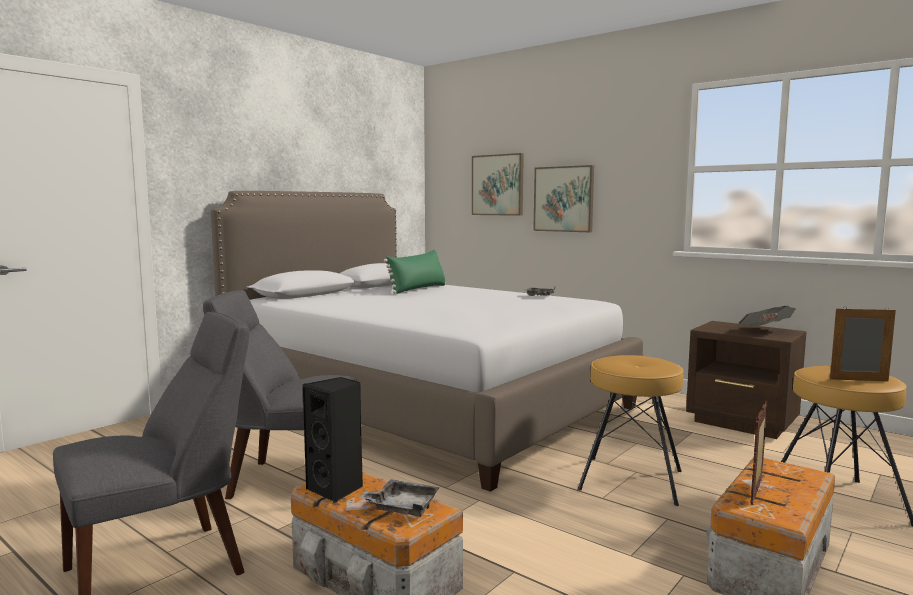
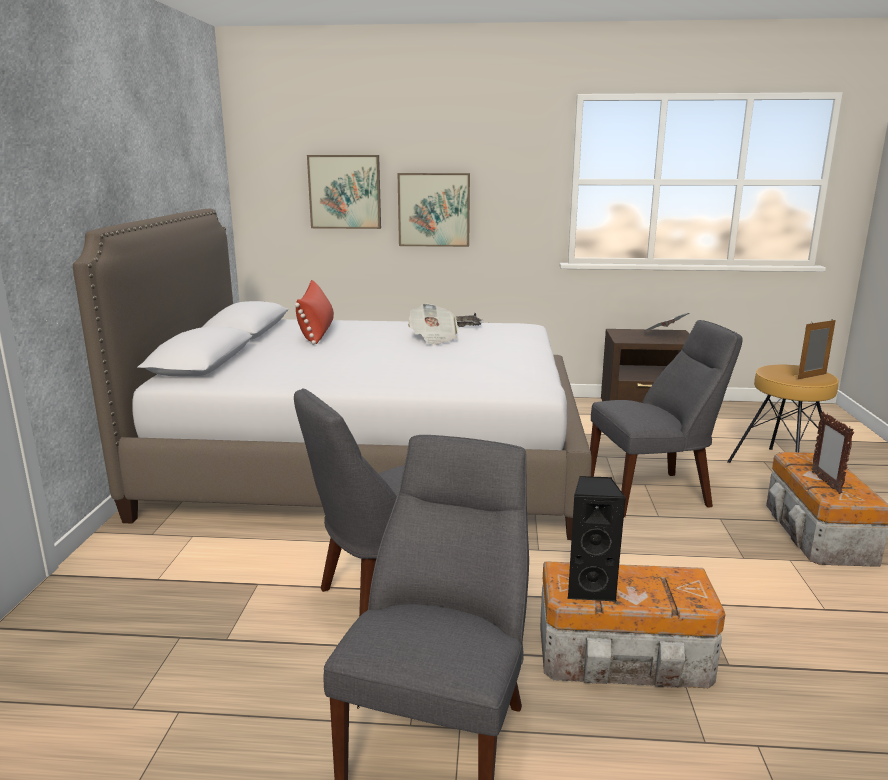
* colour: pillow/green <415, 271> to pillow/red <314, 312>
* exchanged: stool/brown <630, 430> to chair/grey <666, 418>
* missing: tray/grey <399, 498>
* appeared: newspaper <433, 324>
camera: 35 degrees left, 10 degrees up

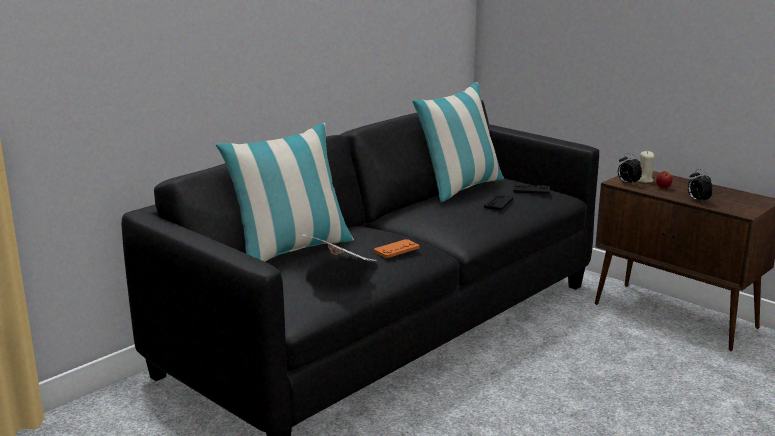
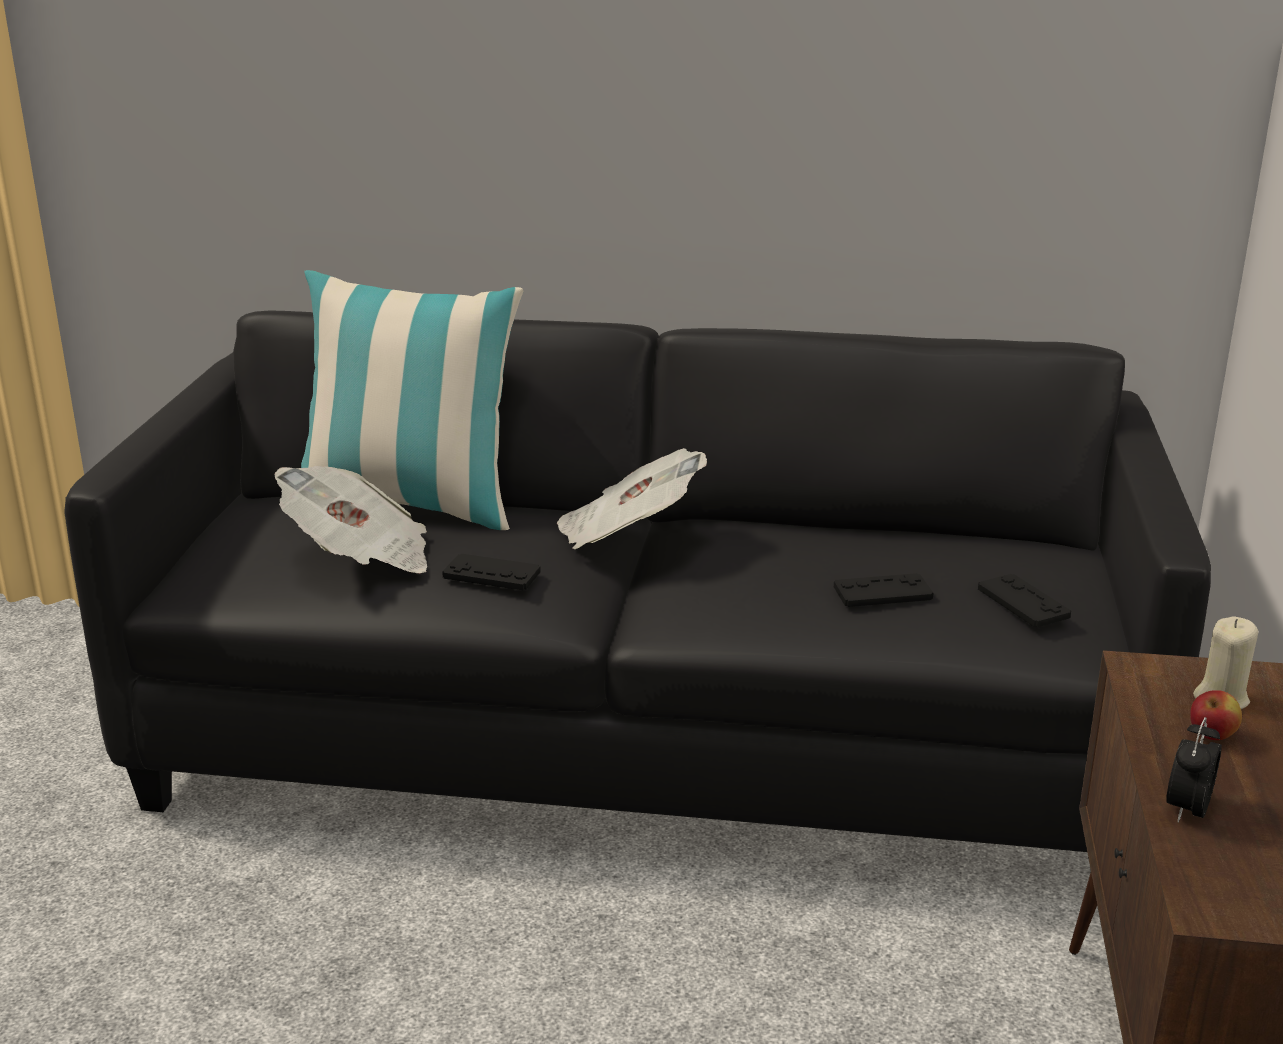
* missing: pillow <458, 142>
* missing: alarm clock <630, 169>
* colour: game controller/orange <397, 248> to game controller/black <491, 572>
* appeared: newspaper <632, 498>
camera: 55 degrees right, 5 degrees up

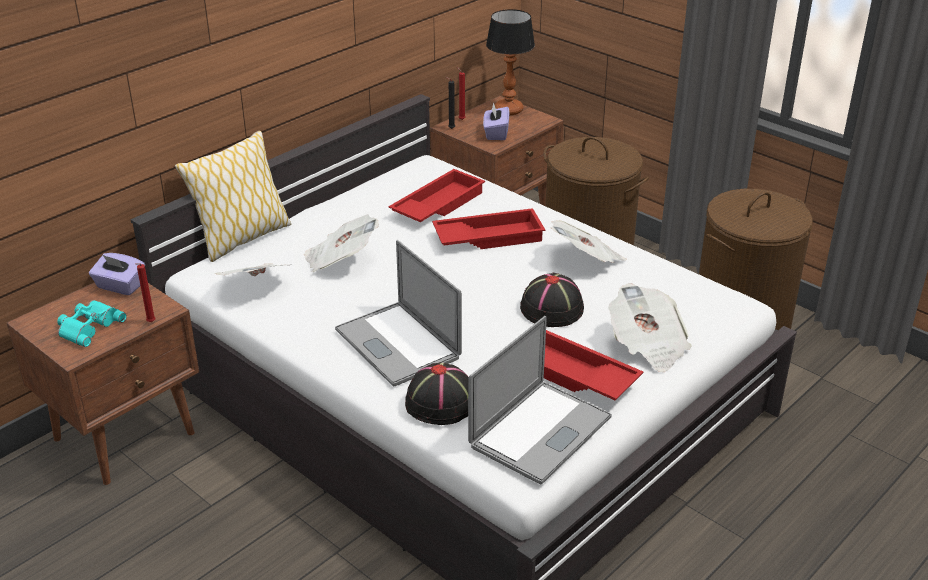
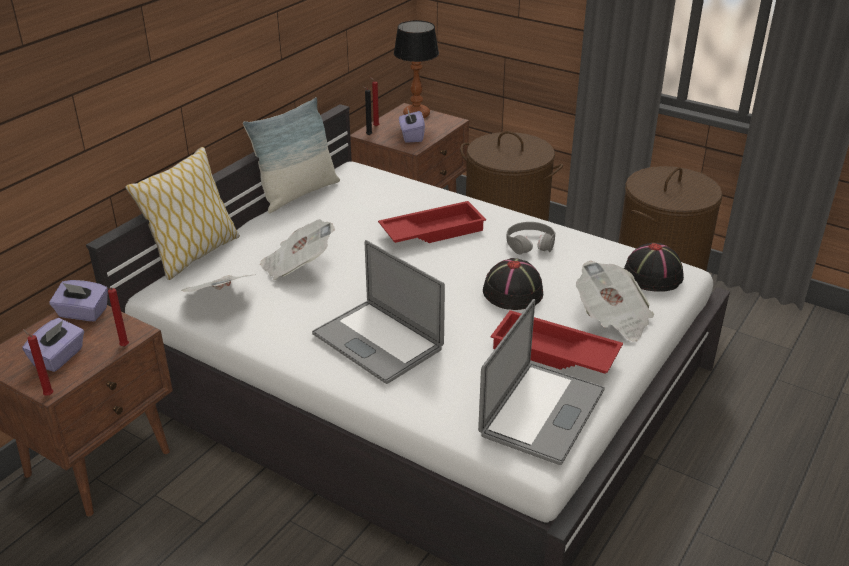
* missing: tray/red <436, 195>
* exchanged: newspaper <588, 241> to headphones/grey <530, 238>
* exchanged: binoculars/turquoise <92, 323> to tissue box/purple <53, 345>
* relocated: hat/black <437, 394> to <654, 267>
* appeared: pillow <291, 155>
* appeared: candle/red <37, 362>
camera: 10 degrees left, 0 degrees up

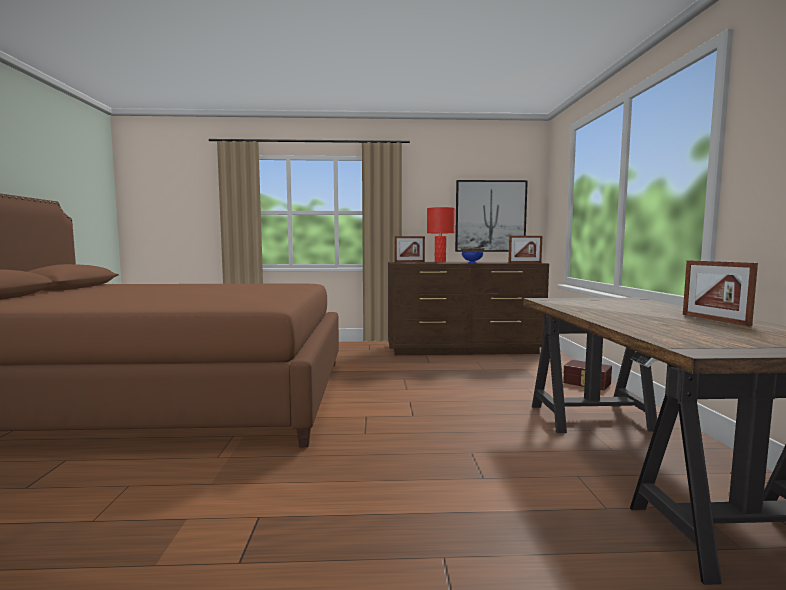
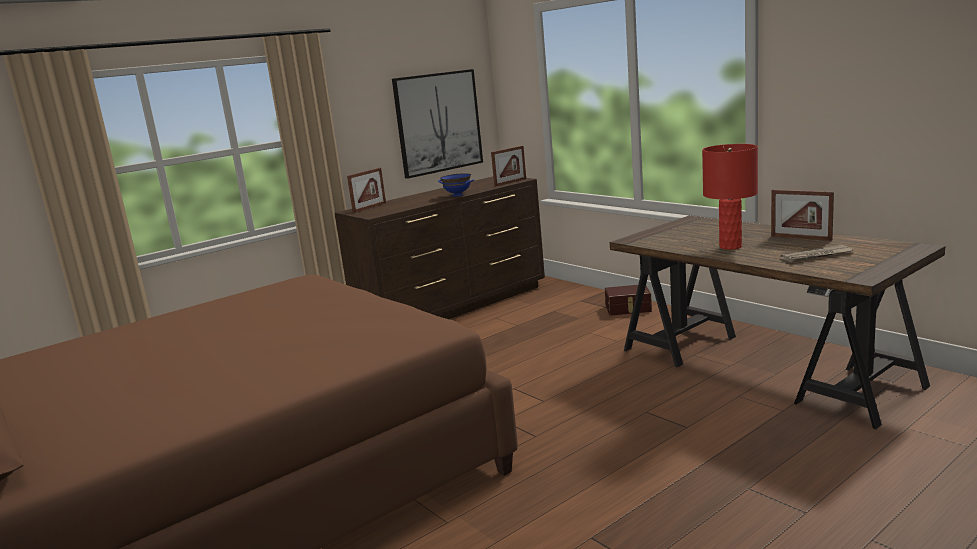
* relocated: table lamp/red <441, 234> to <730, 197>
* appeared: newspaper <816, 253>
camera: 35 degrees left, 10 degrees up

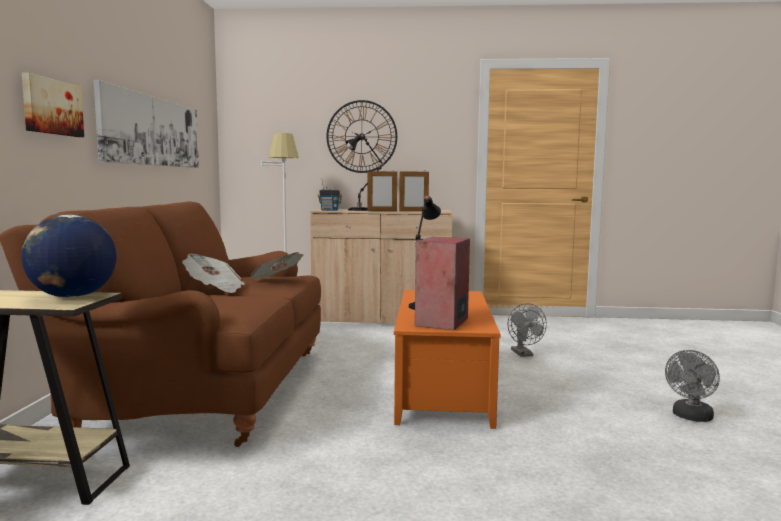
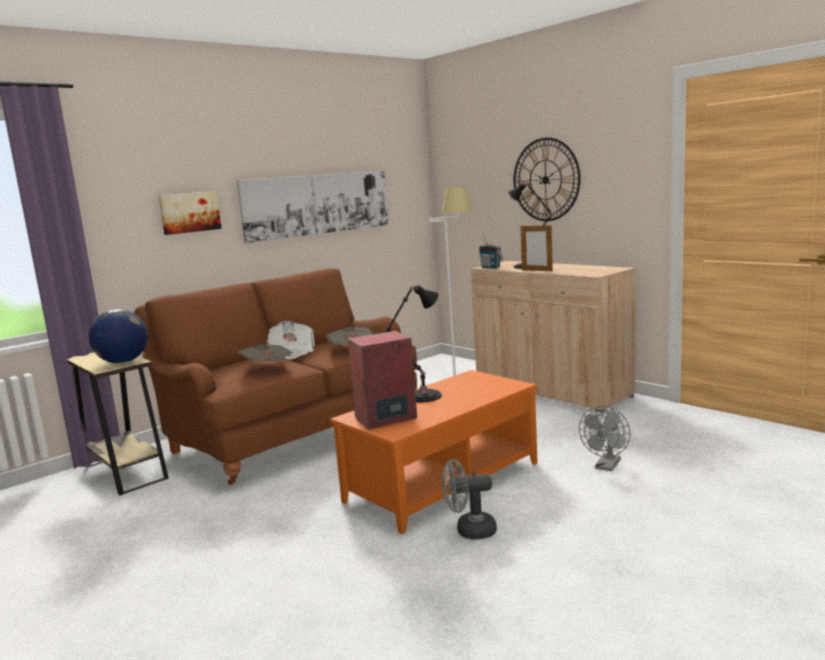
* missing: picture frame <414, 191>
* relocated: fan/grey <692, 386> to <469, 499>
* appeared: newspaper <265, 353>
camera: 45 degrees right, 5 degrees up

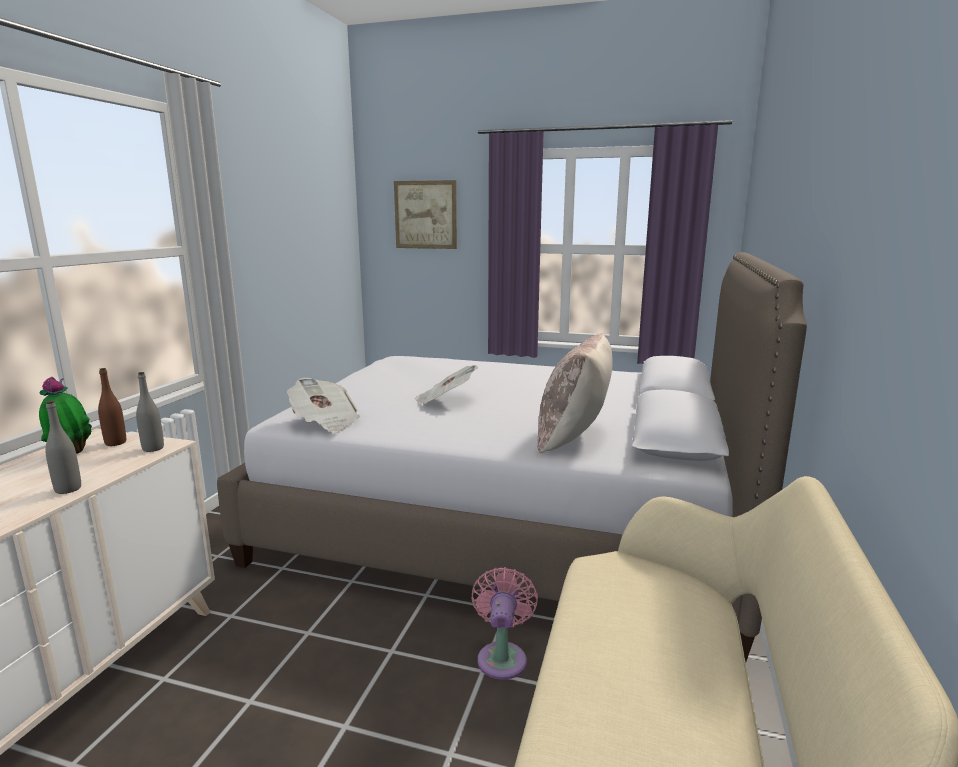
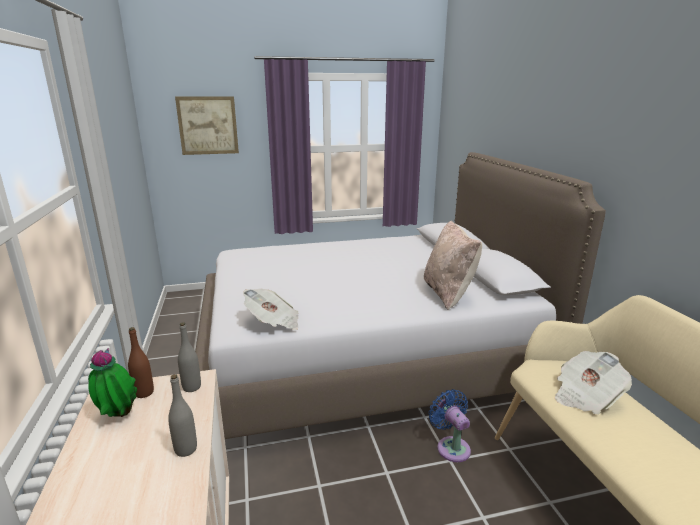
* relocated: newspaper <446, 385> to <593, 383>
* colour: fan/pink <504, 623> to fan/blue <450, 425>
camera: 30 degrees left, 5 degrees up

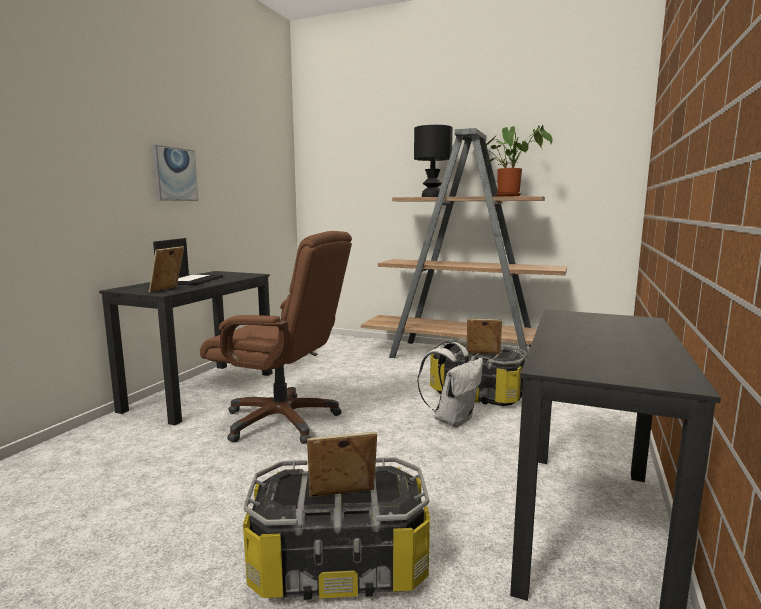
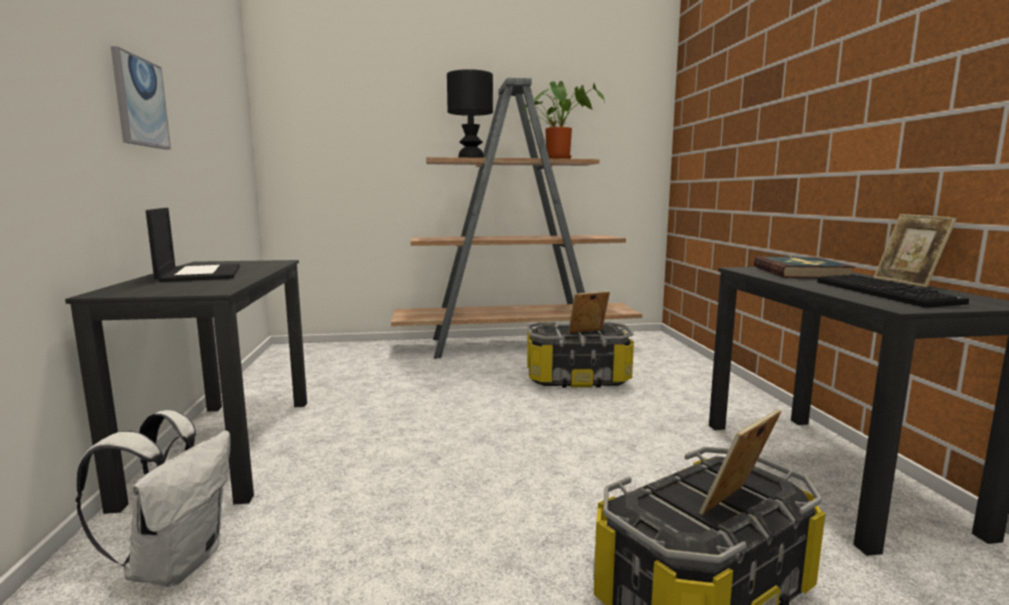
* missing: office chair/brown <276, 337>
* relocated: picture frame <166, 269> to <915, 251>
* relocated: backpack/white <450, 384> to <153, 498>
* appeared: book <804, 267>
* appeared: keyboard <893, 291>
camera: 30 degrees left, 0 degrees up

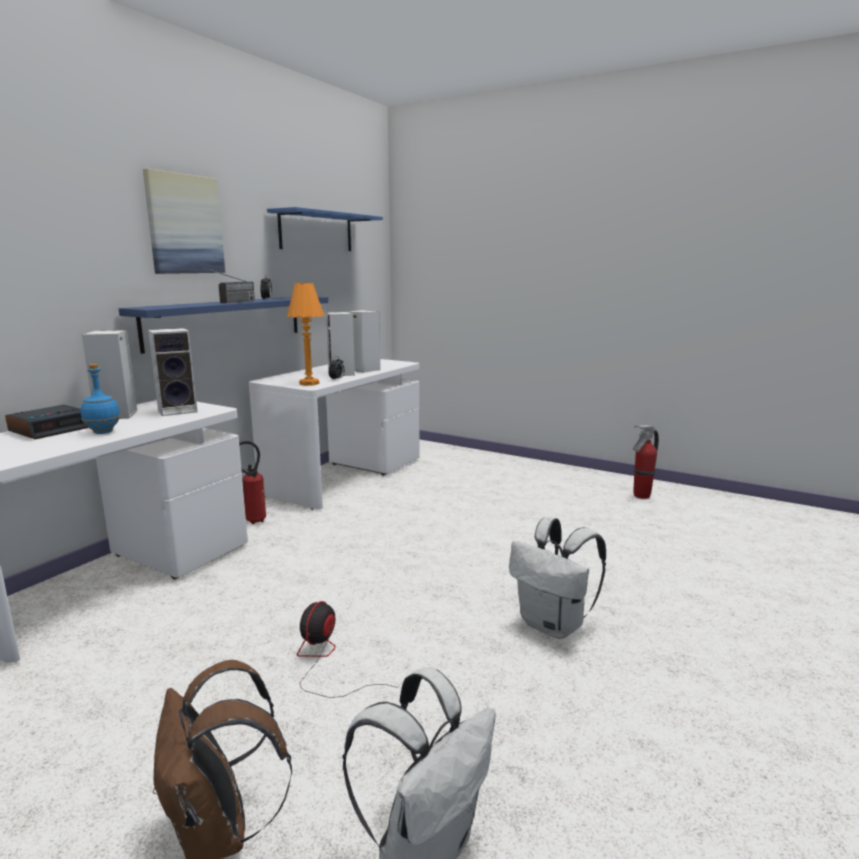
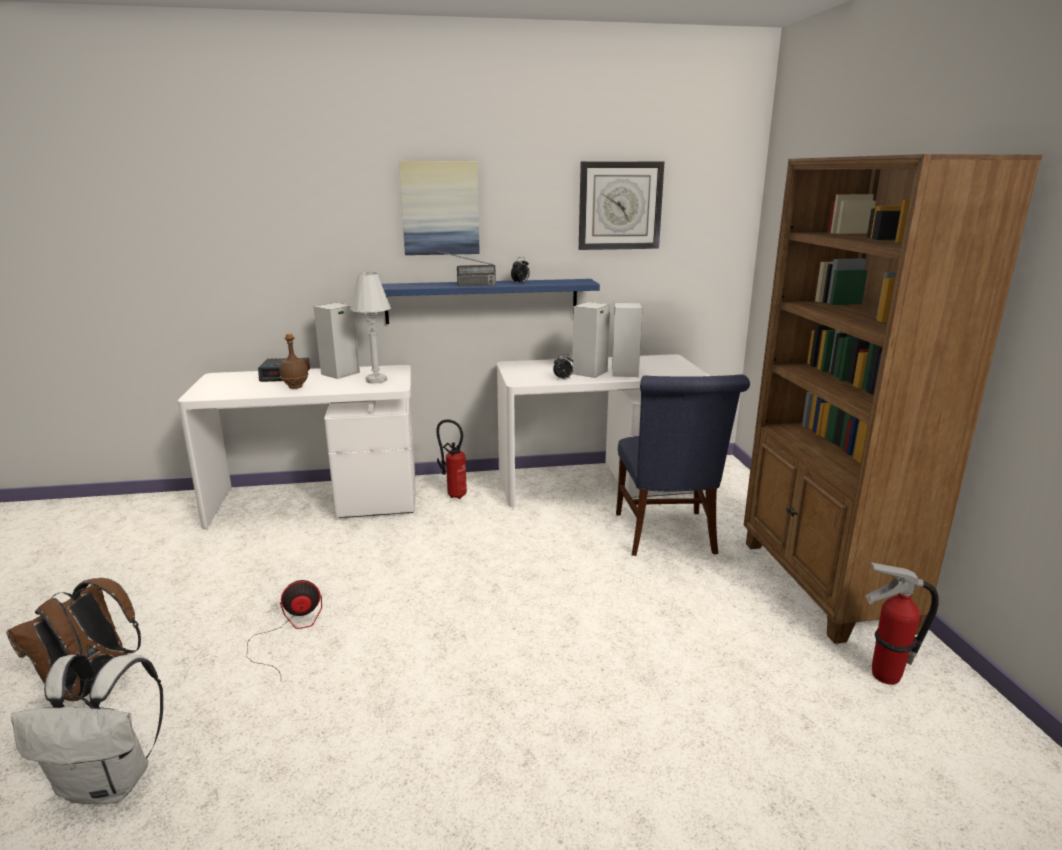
* exchanged: shelf/blue <325, 229> to wall clock <621, 205>
* missing: table lamp/orange <305, 334>
* exchanged: speaker <172, 372> to table lamp/white <370, 328>
* colour: bottle/blue <101, 399> to bottle/brown <293, 361>
* missing: backpack/white <557, 578>
* appeared: bookcase/brown <893, 399>
* appeared: chair/blue <683, 465>
camera: 50 degrees right, 5 degrees up

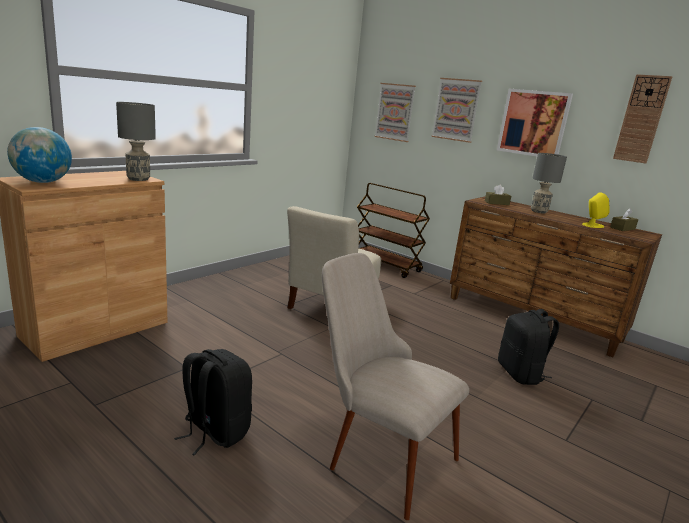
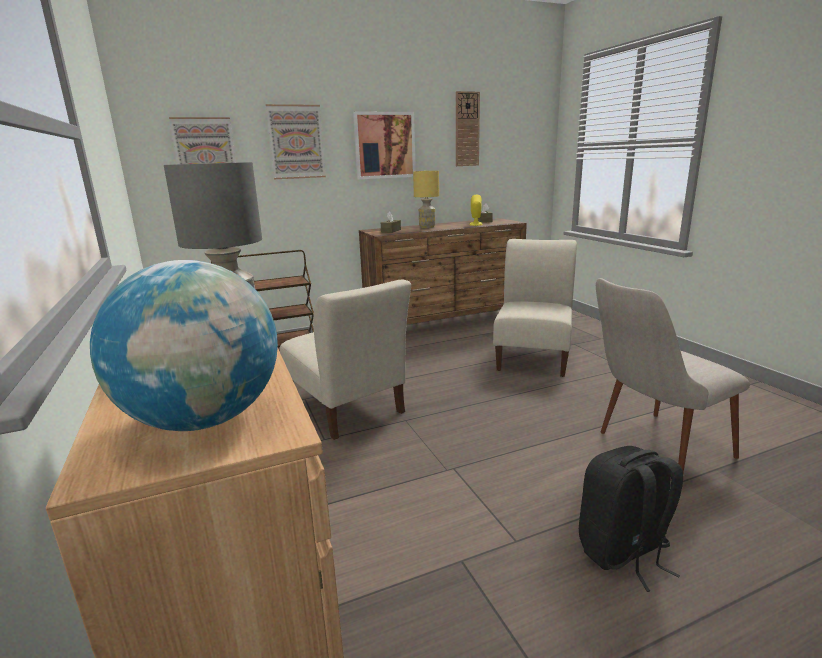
* colour: table lamp/grey <549, 183> to table lamp/yellow <426, 199>
* exchanged: backpack/black <528, 347> to chair/beige <535, 308>
camera: 60 degrees left, 0 degrees up

